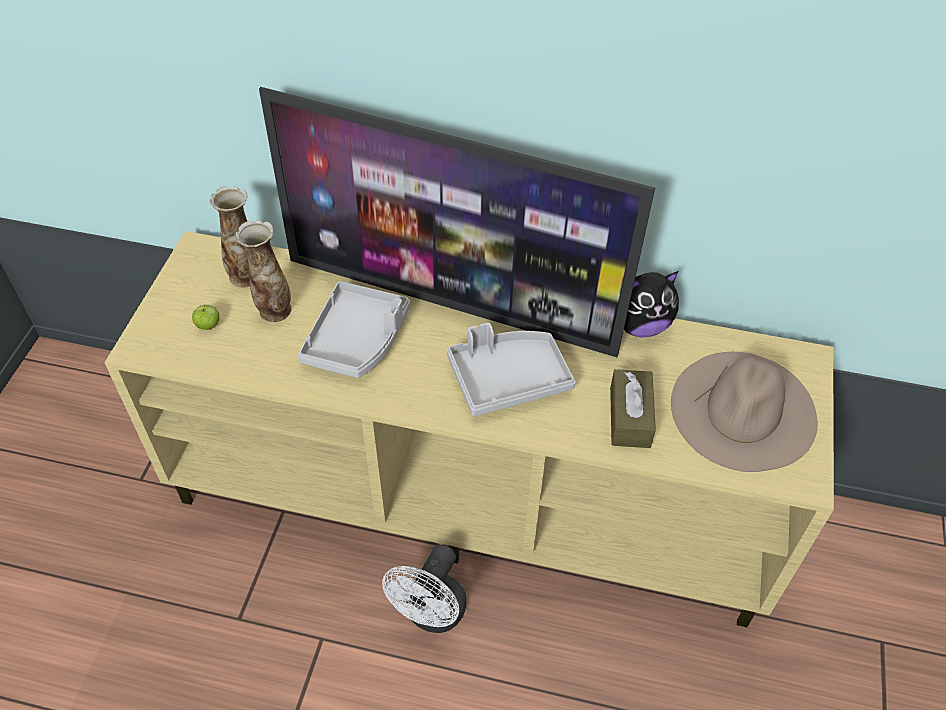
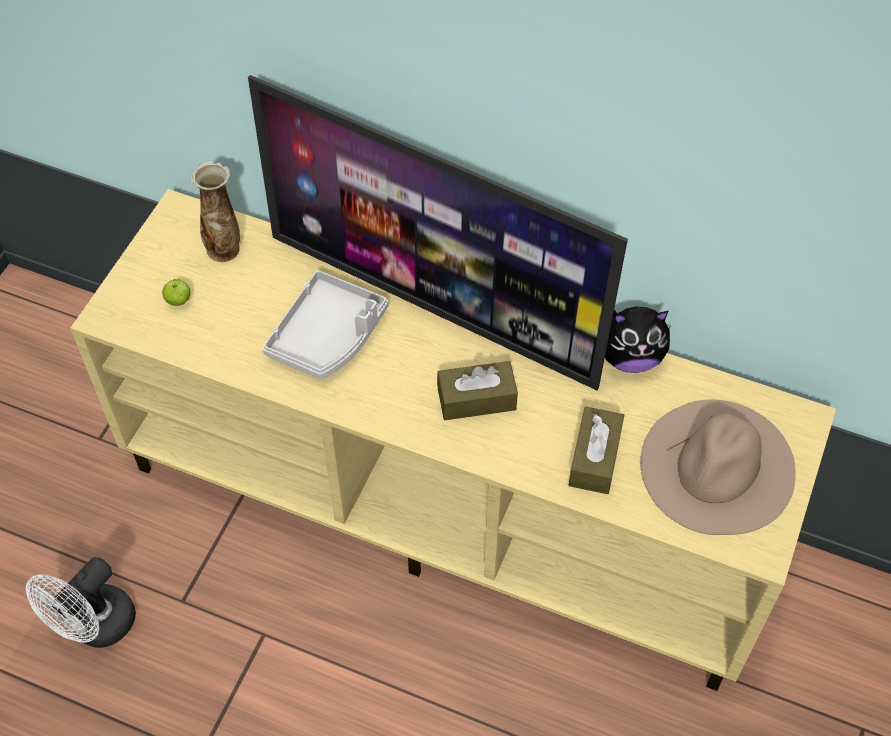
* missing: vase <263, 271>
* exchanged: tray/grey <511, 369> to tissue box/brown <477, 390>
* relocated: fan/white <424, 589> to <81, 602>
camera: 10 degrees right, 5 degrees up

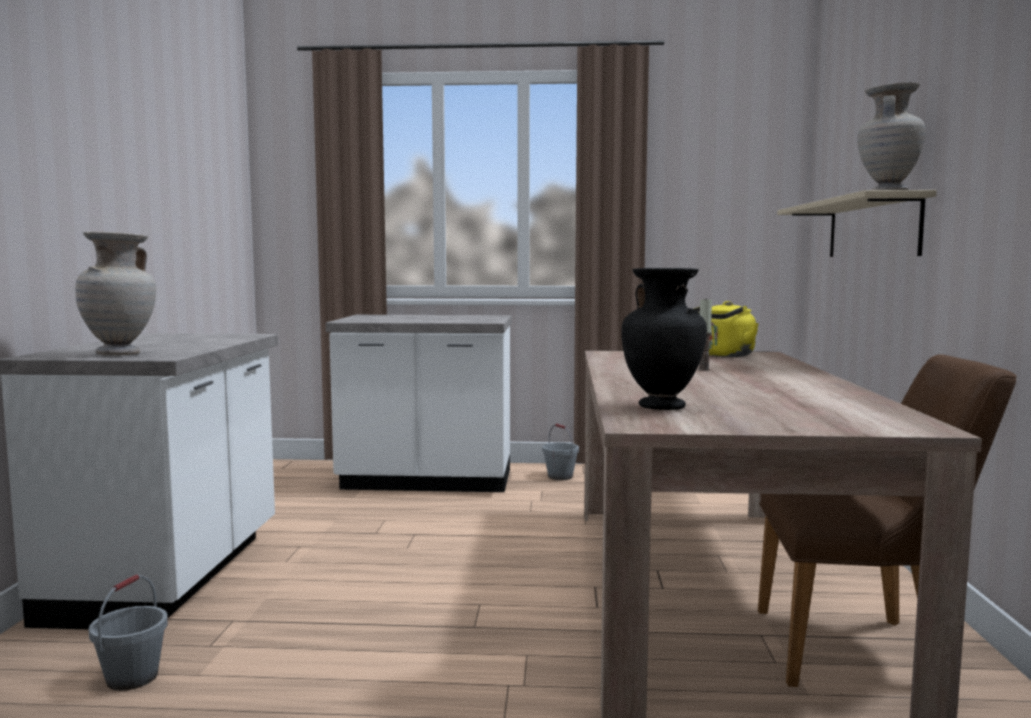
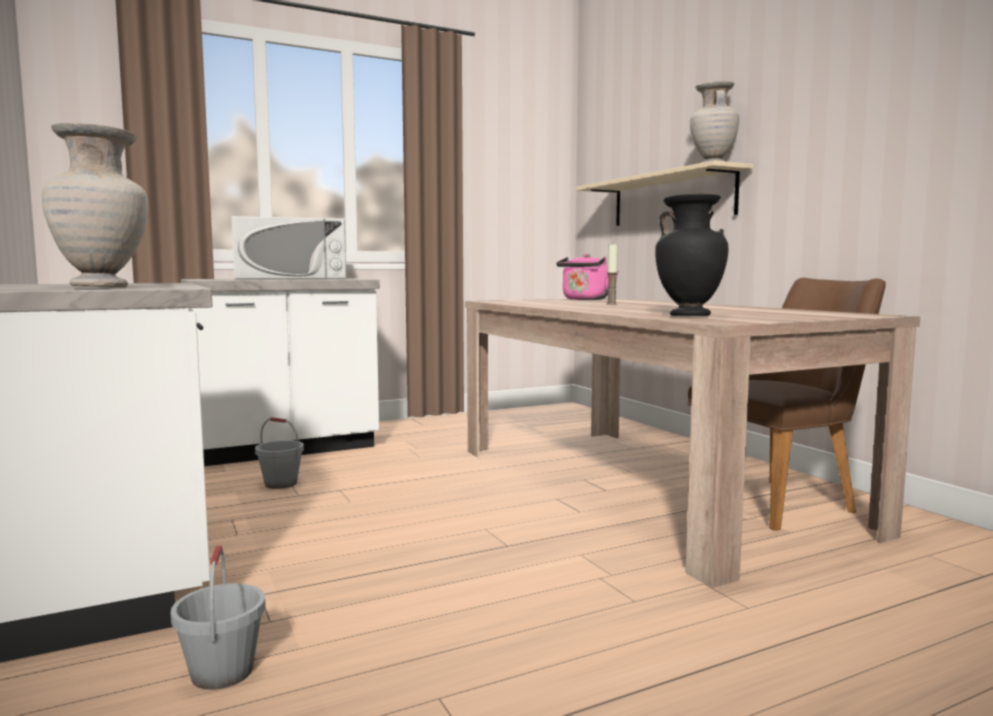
* colour: kettle/yellow <726, 329> to kettle/pink <587, 277>
* relocated: bucket/grey <560, 451> to <279, 453>
* appeared: microwave/white <288, 248>
camera: 30 degrees left, 0 degrees up

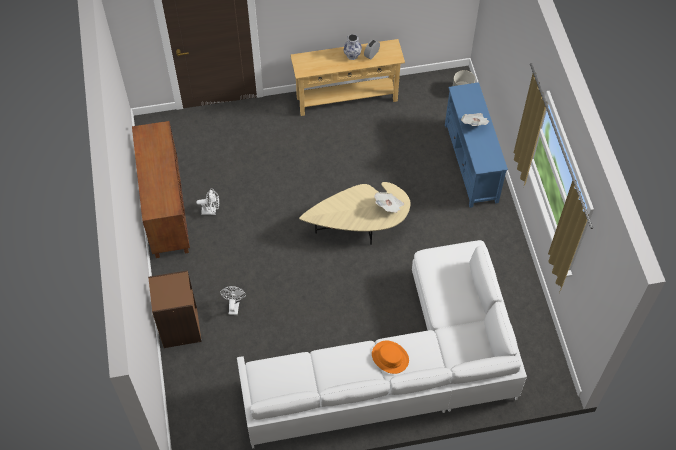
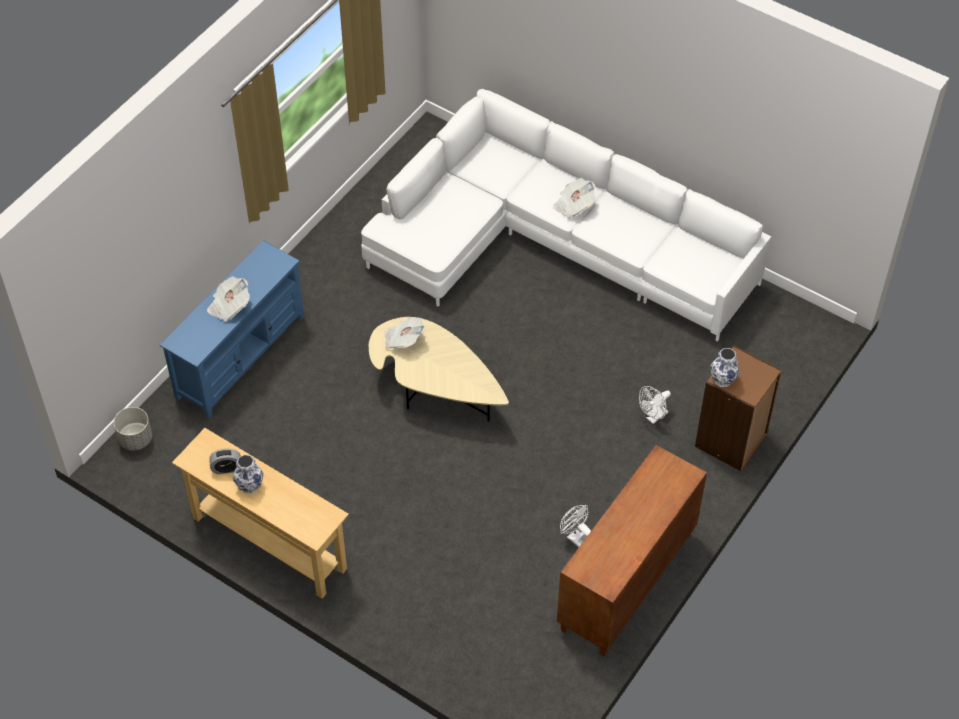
* exchanged: hat/orange <390, 357> to newspaper <574, 198>
* appeared: vase <725, 367>
camera: 135 degrees left, 5 degrees down

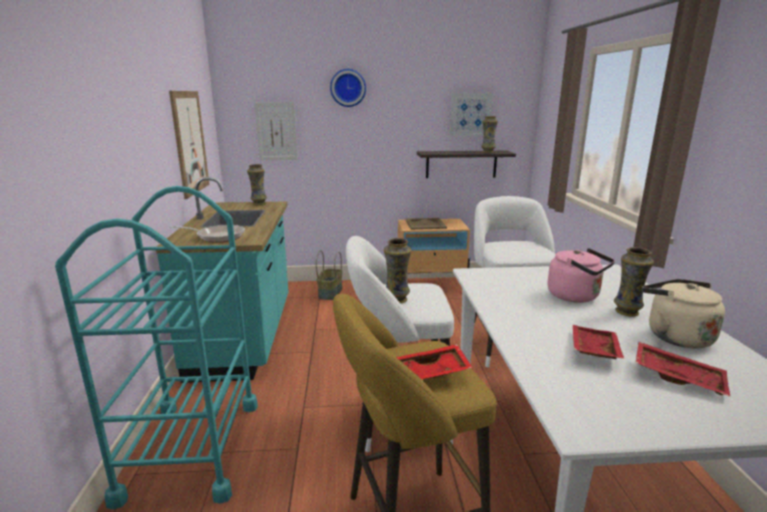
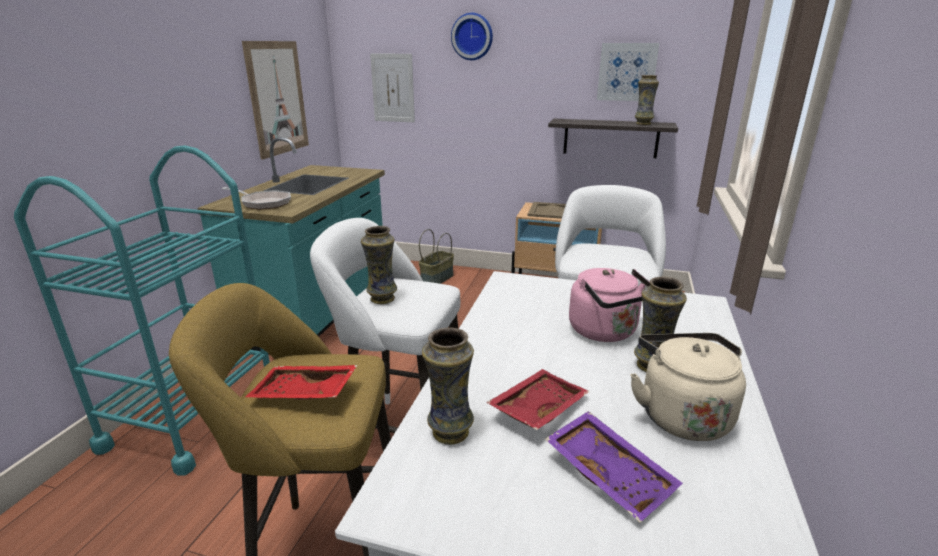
* relocated: vase <257, 184> to <448, 386>
* colour: tray/red <682, 369> to tray/purple <614, 467>
camera: 20 degrees right, 5 degrees up

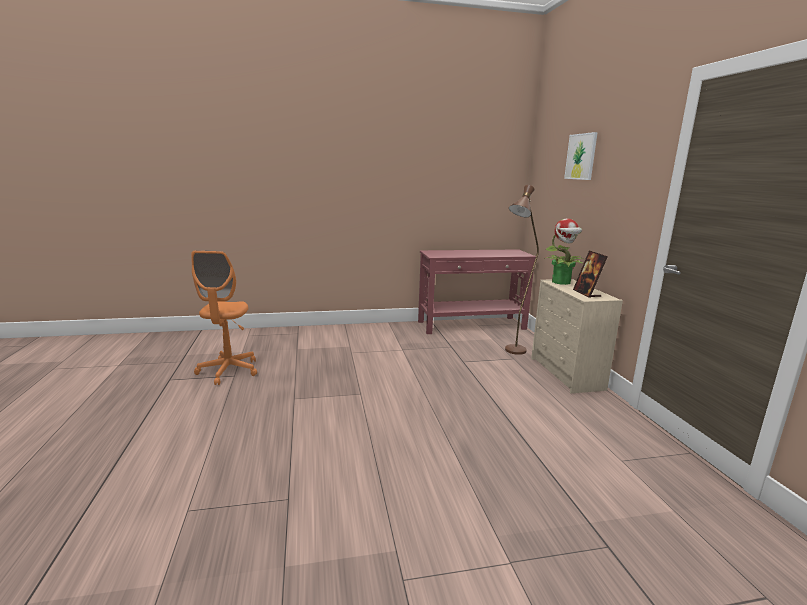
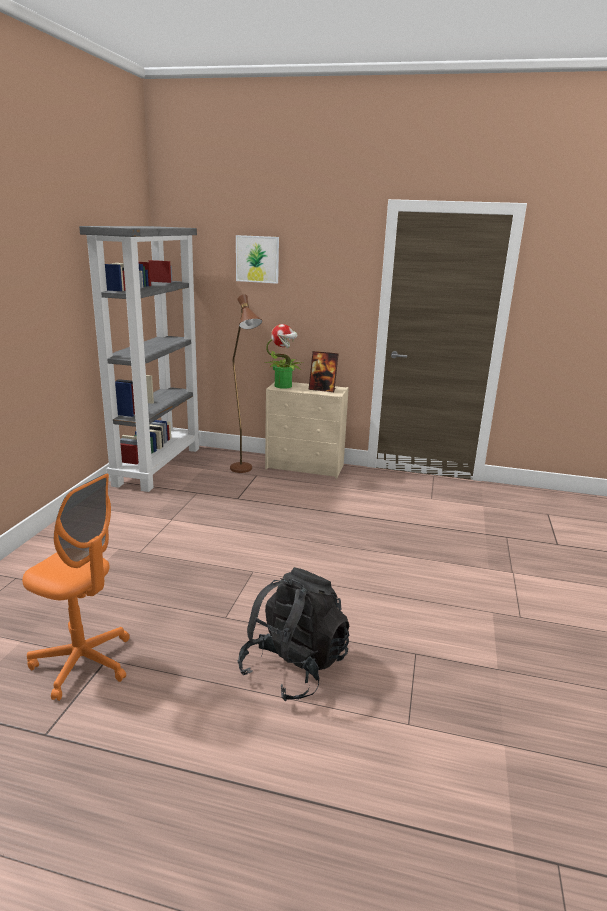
* exchanged: console table/red <477, 291> to bookcase/grey <140, 359>
* appeared: backpack/black <293, 634>
camera: 65 degrees left, 5 degrees up

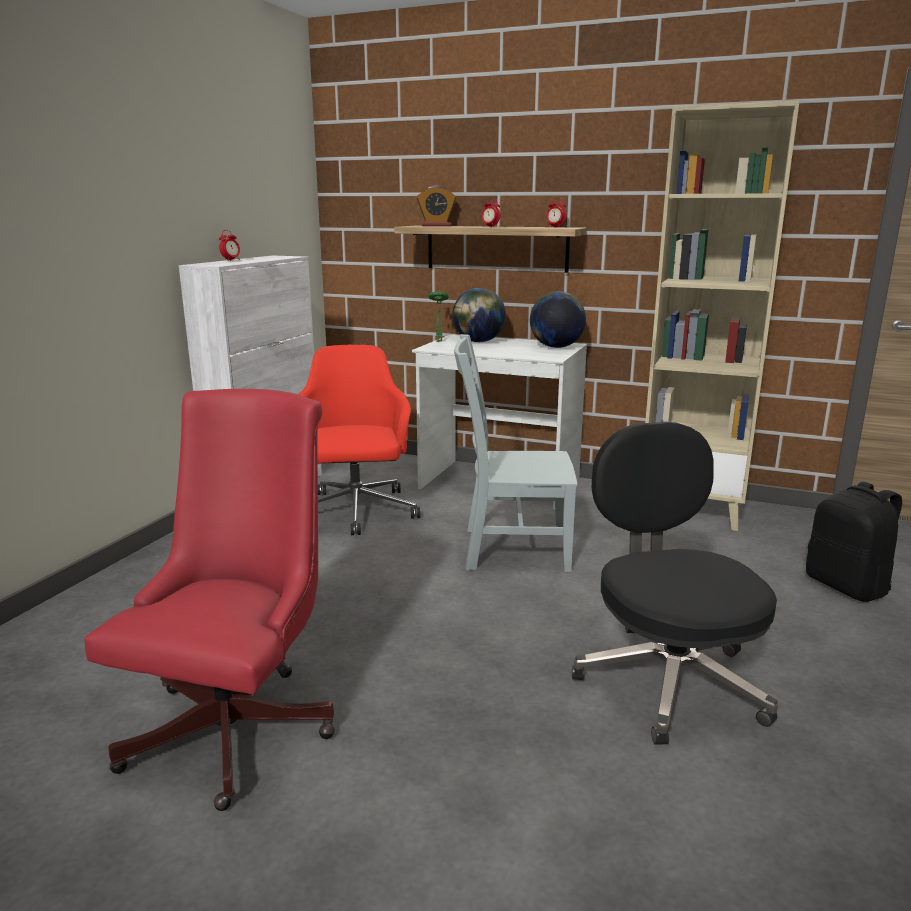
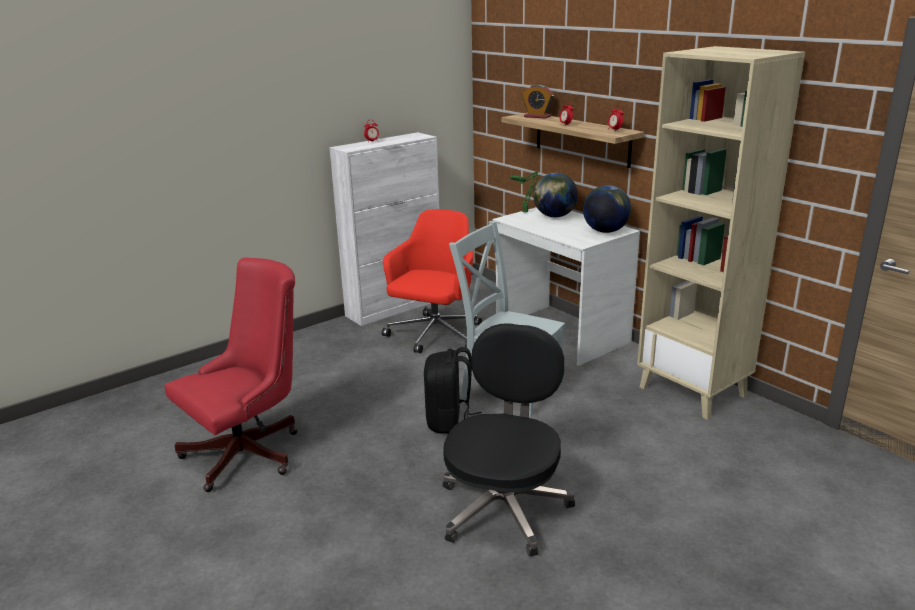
* relocated: backpack/black <854, 542> to <453, 390>
camera: 30 degrees right, 5 degrees up

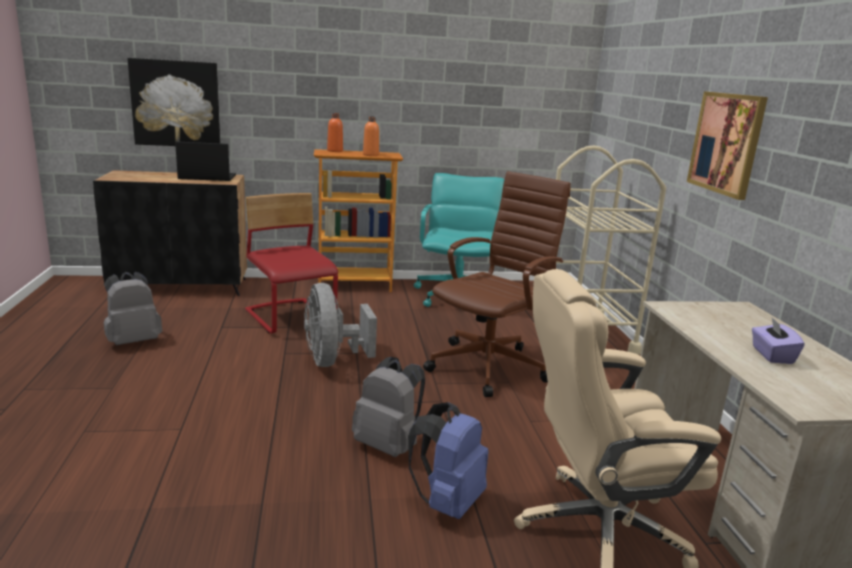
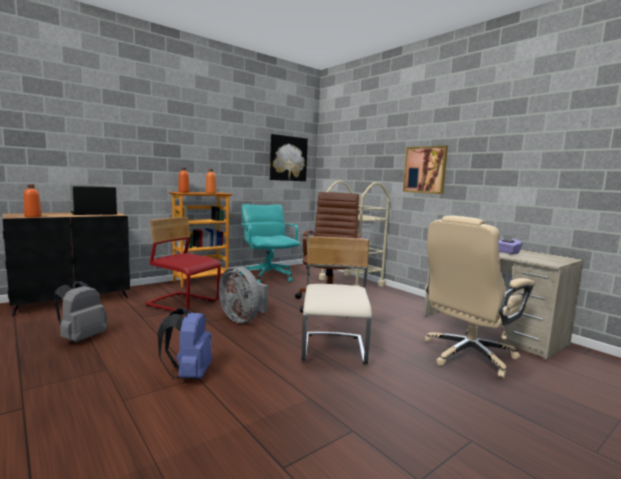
* relocated: picture <174, 102> to <289, 157>
* exchanged: backpack/grey <388, 407> to chair/beige <337, 300>
* relocated: backpack/blue <448, 460> to <185, 343>
* appeared: bottle/orange <33, 200>
camera: 30 degrees left, 10 degrees down

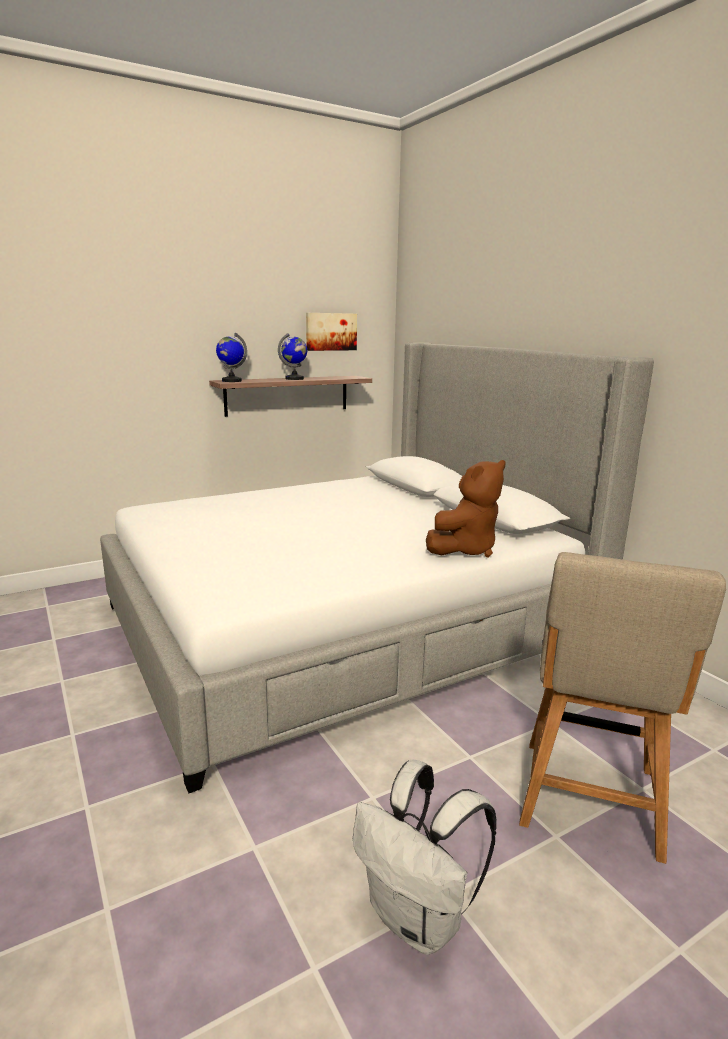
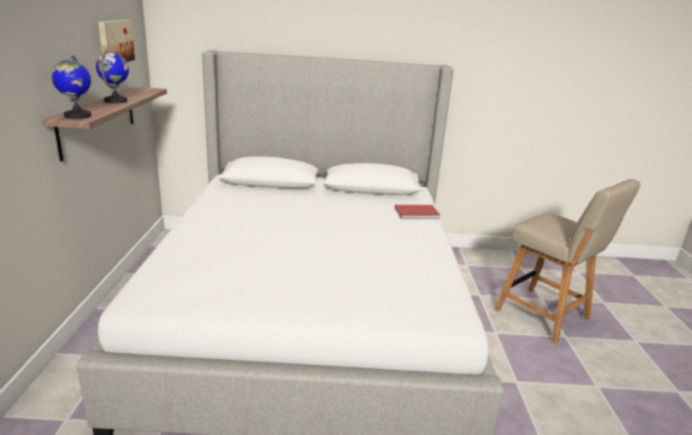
* exchanged: plush toy/brown <465, 508> to book/red <417, 212>
* missing: backpack/white <424, 857>
camera: 60 degrees left, 5 degrees up

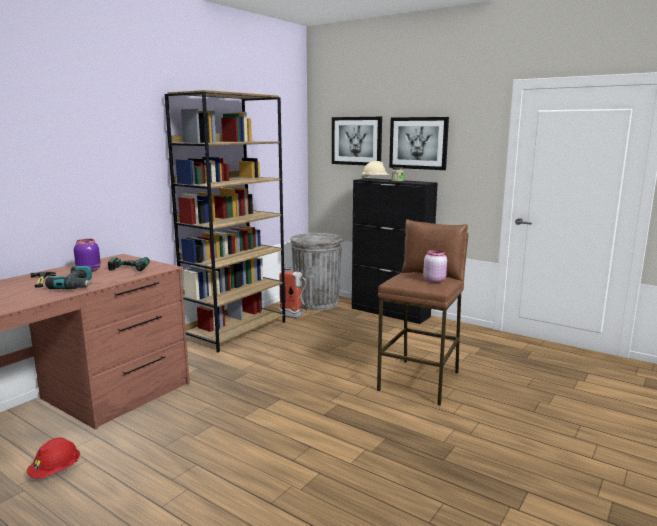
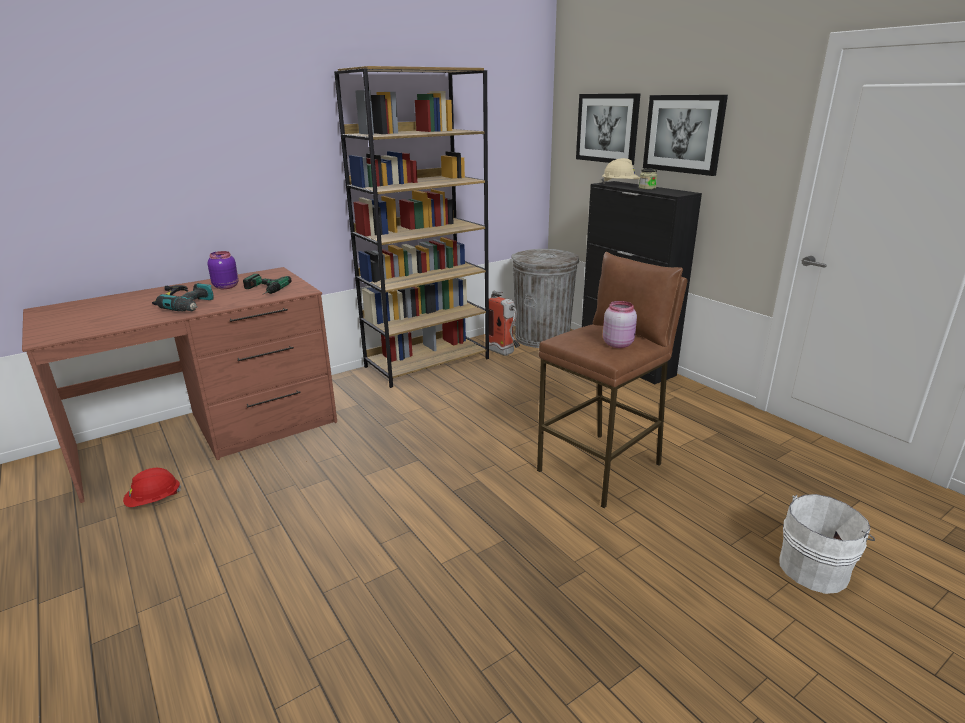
* appeared: bucket/white <827, 544>
camera: 20 degrees right, 10 degrees up

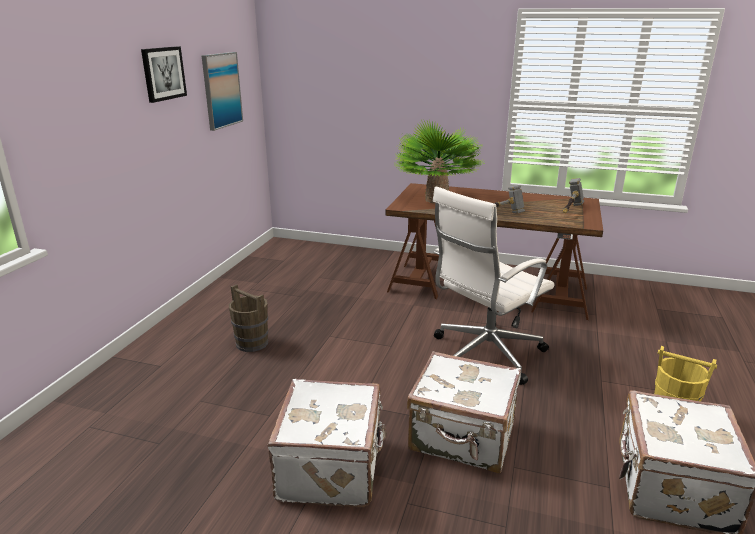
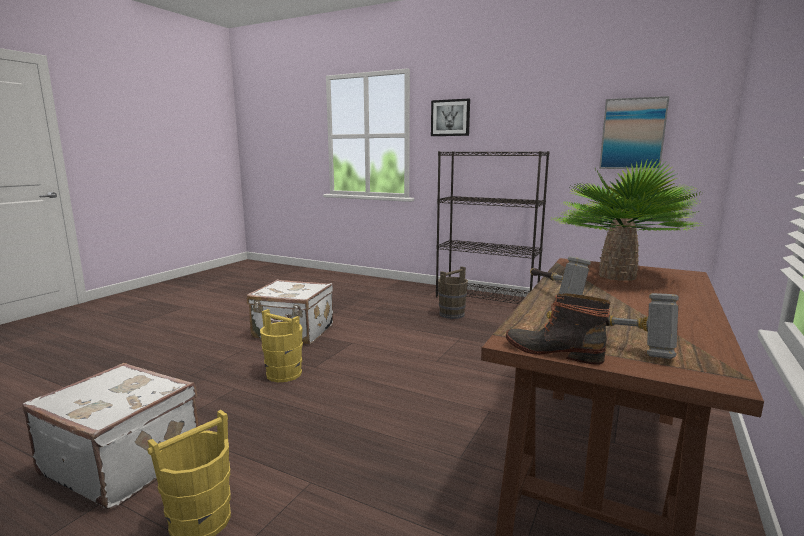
* relocated: picture <164, 74> to <450, 117>
* missing: office chair/white <493, 286>
* exchanged: suitcase/white <464, 412> to bucket/yellow <281, 345>
* appeared: bookcase/black <492, 227>
* appeared: boot <558, 329>
camera: 100 degrees right, 10 degrees down

